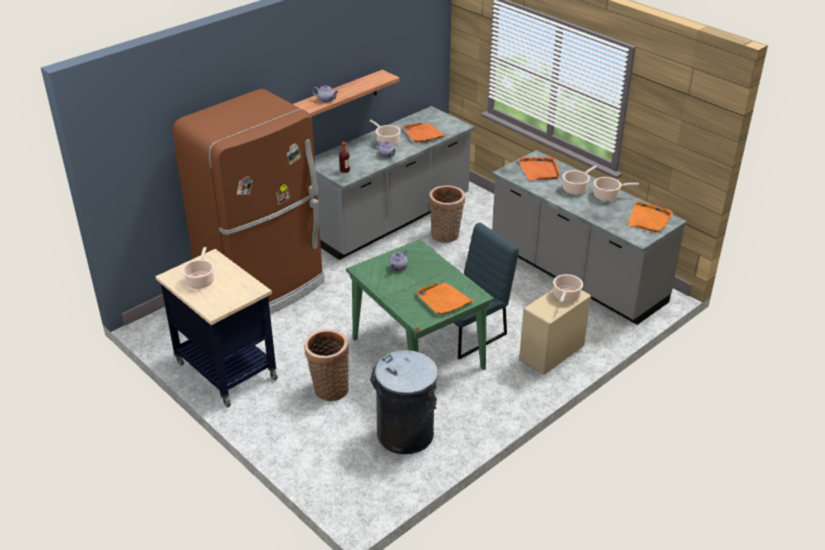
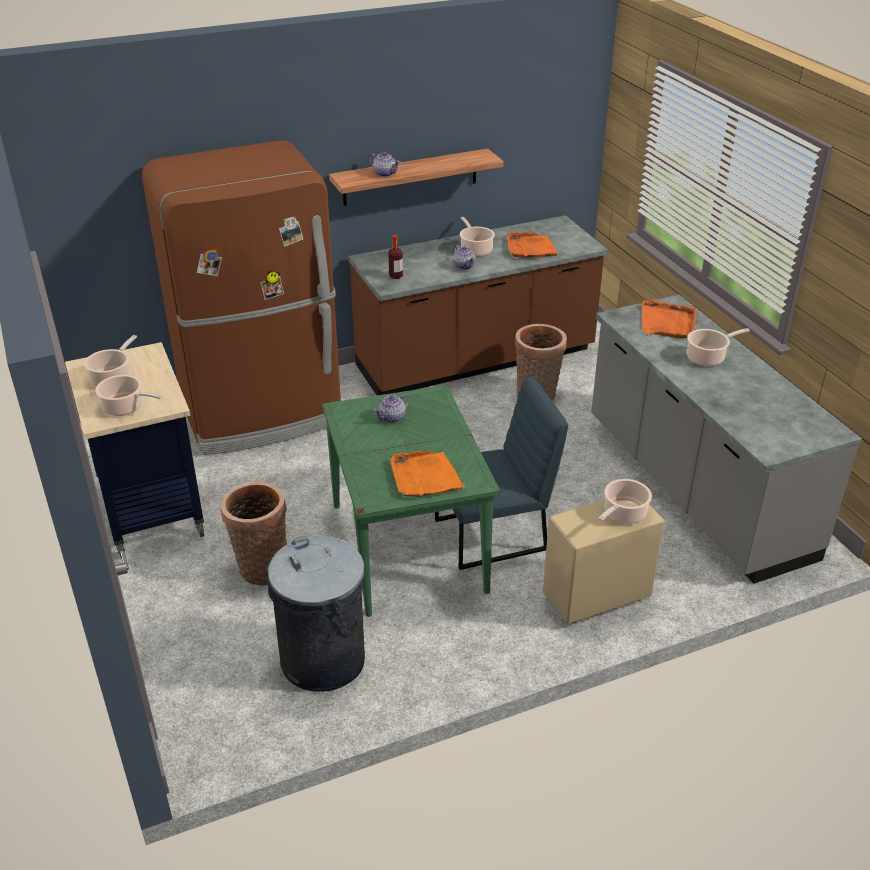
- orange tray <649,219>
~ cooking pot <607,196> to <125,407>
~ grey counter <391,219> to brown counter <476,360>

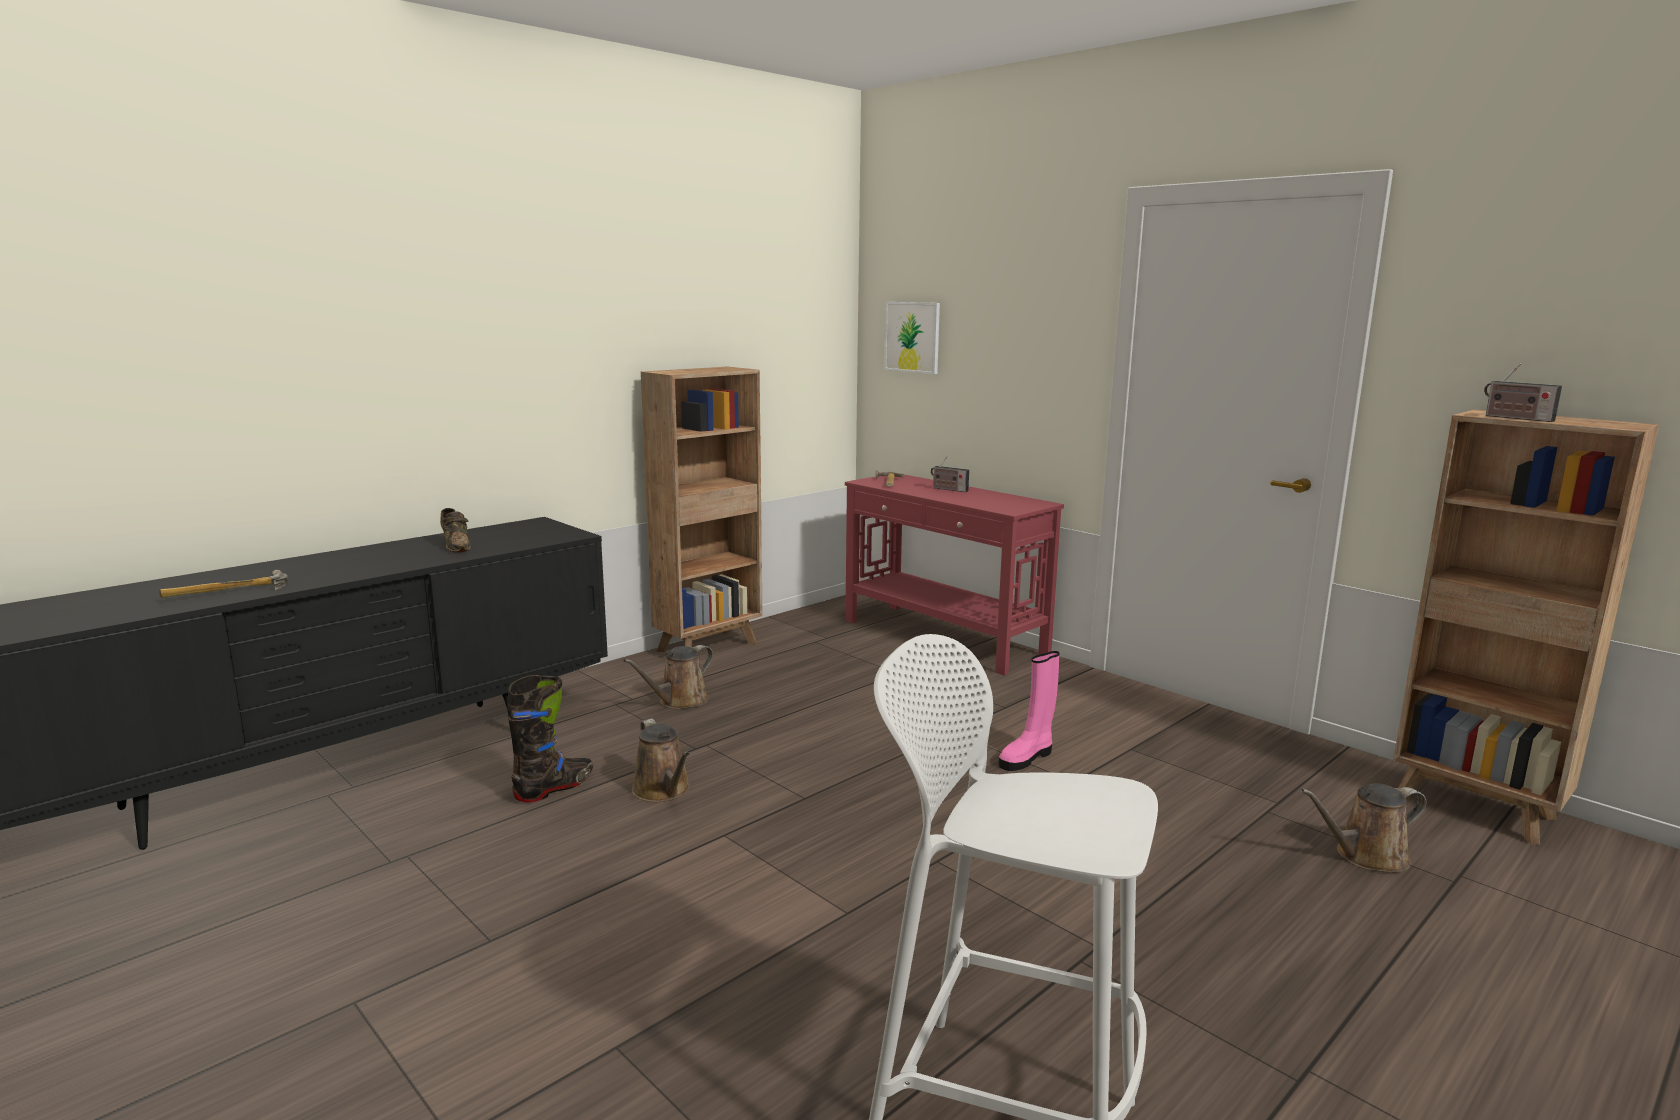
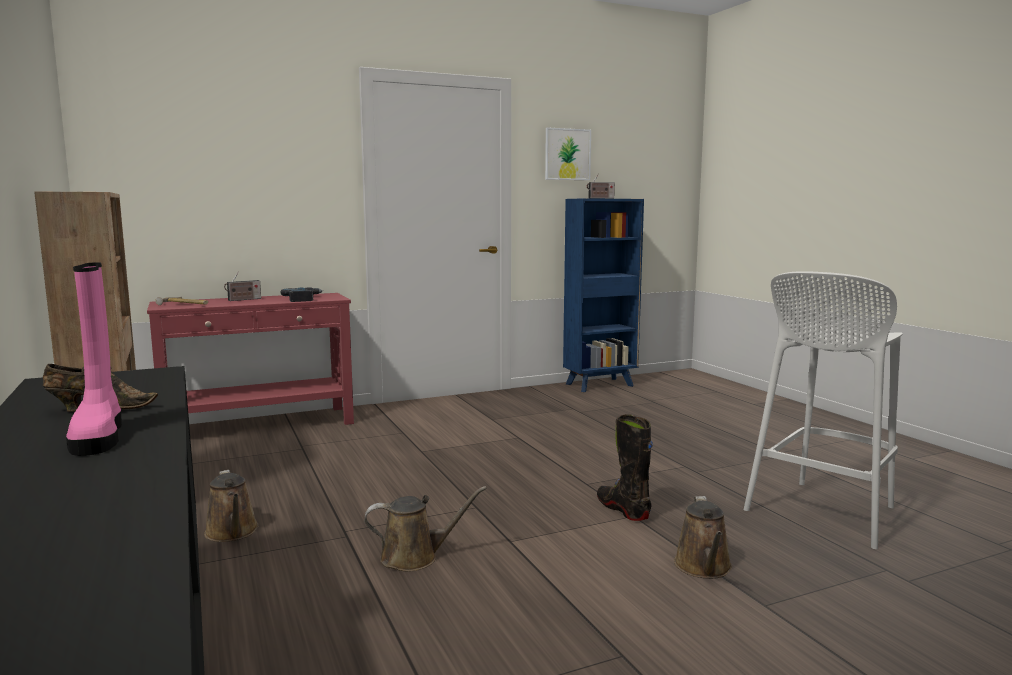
- hammer <229,593>
+ power drill <303,298>
~ black boot <554,788> to <623,509>
~ picture <912,337> to <567,154>
~ pink boot <1027,758> to <99,436>
~ brown watering can <1366,857> to <704,568>
~ brown bookcase <1476,809> to blue bookcase <600,385>

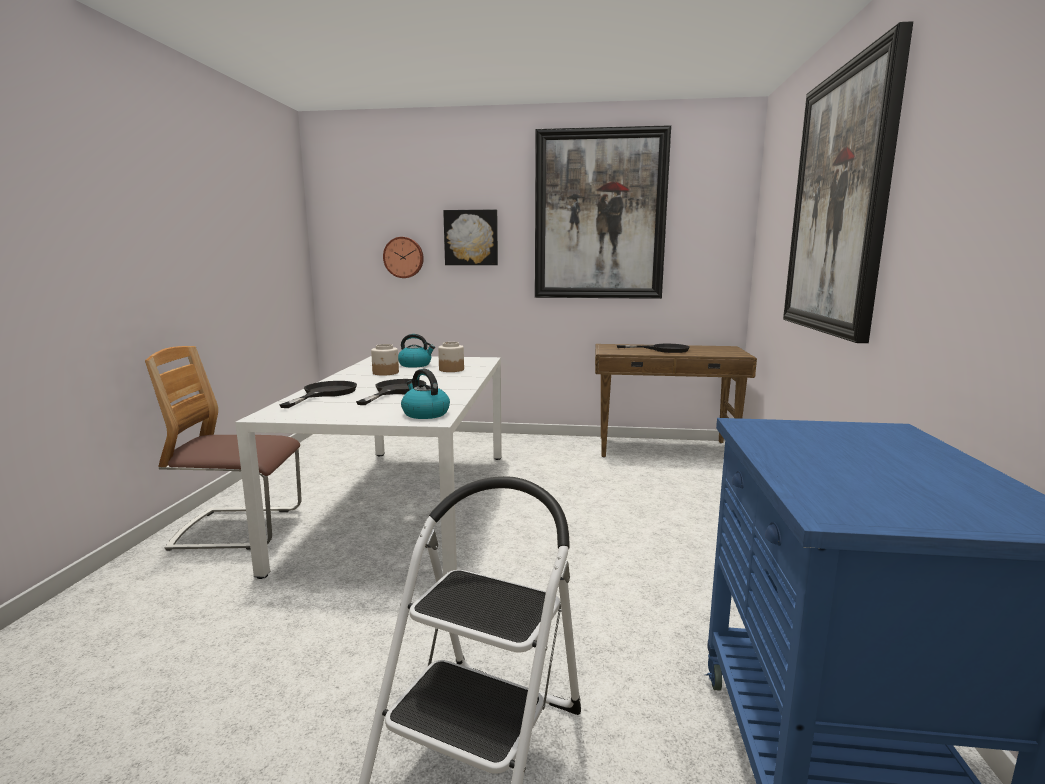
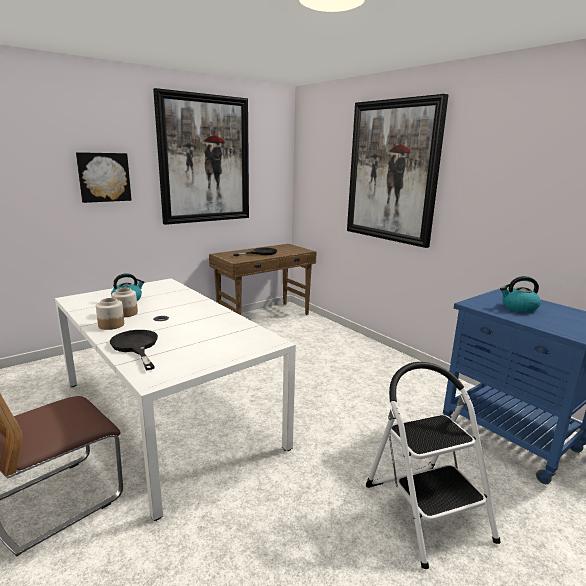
- black frying pan <395,391>
- wall clock <404,257>
~ kettle <425,413> to <518,307>
~ jar <451,369> to <111,325>

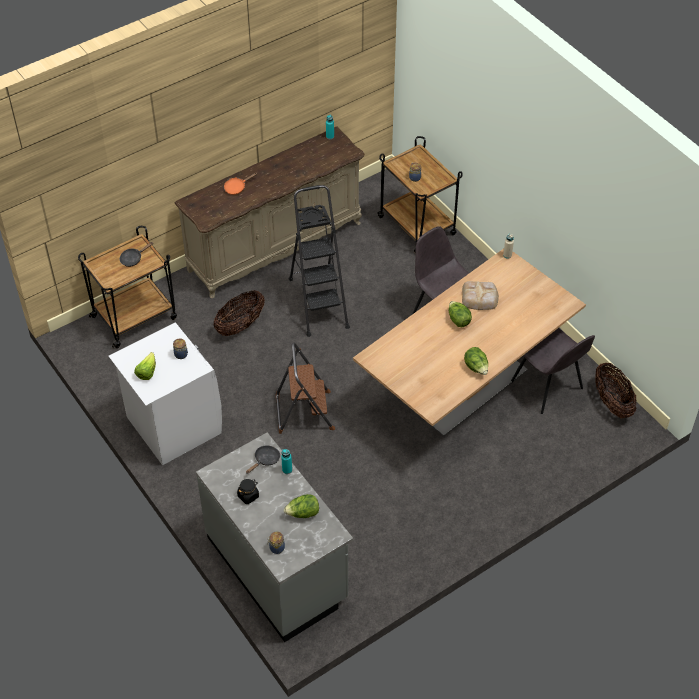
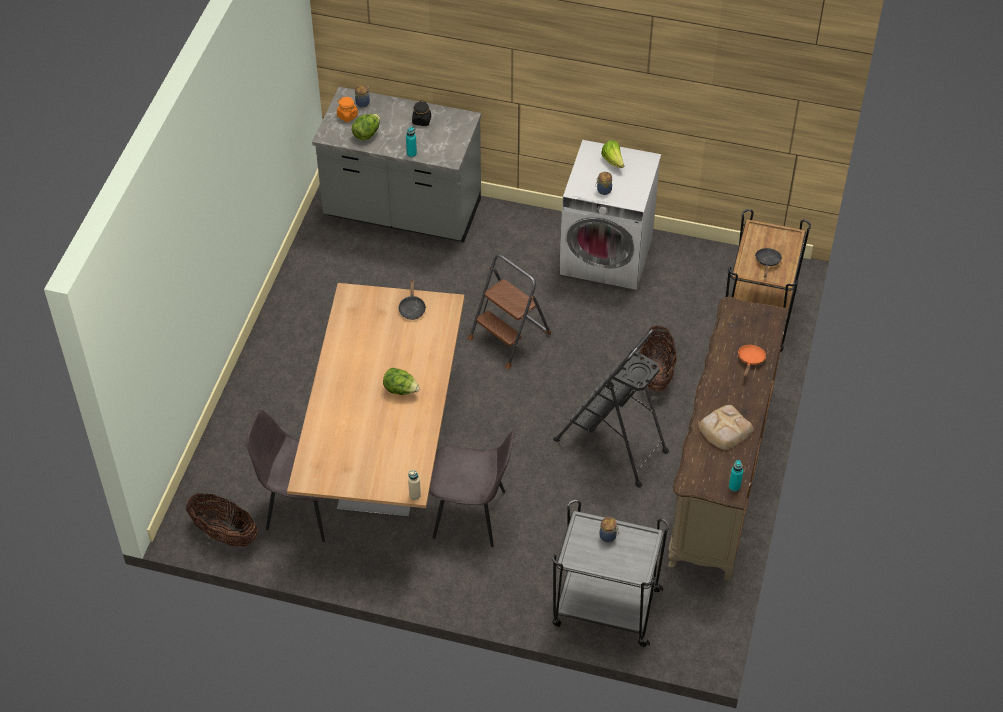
- lettuce <476,368>
+ orange jar <347,116>
~ black frying pan <265,460> to <412,308>
~ bread <480,298> to <724,429>
~ brown cart <417,226> to grey cart <605,607>

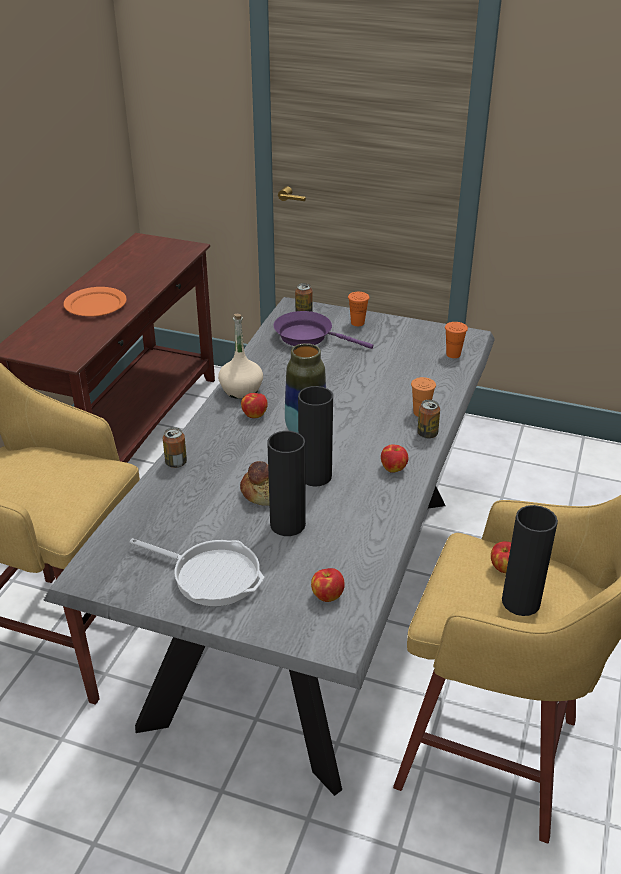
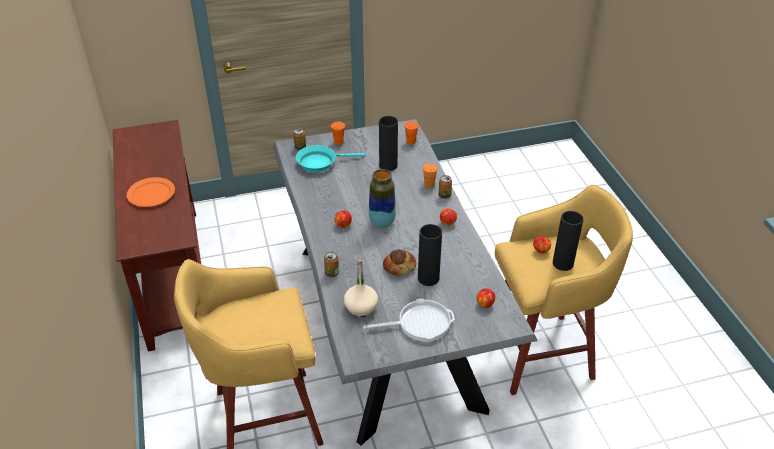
~ beige bottle <241,390> to <361,307>
~ black vase <315,476> to <388,165>
~ purple frying pan <308,337> to turquoise frying pan <320,162>

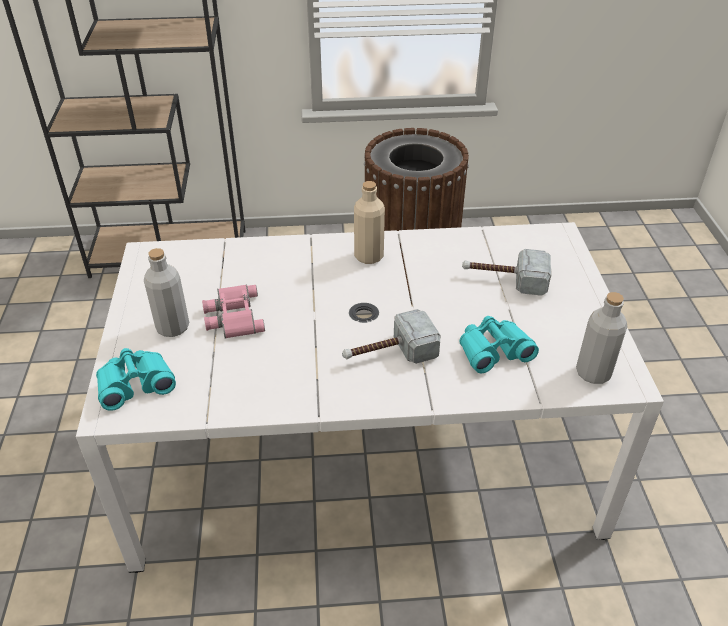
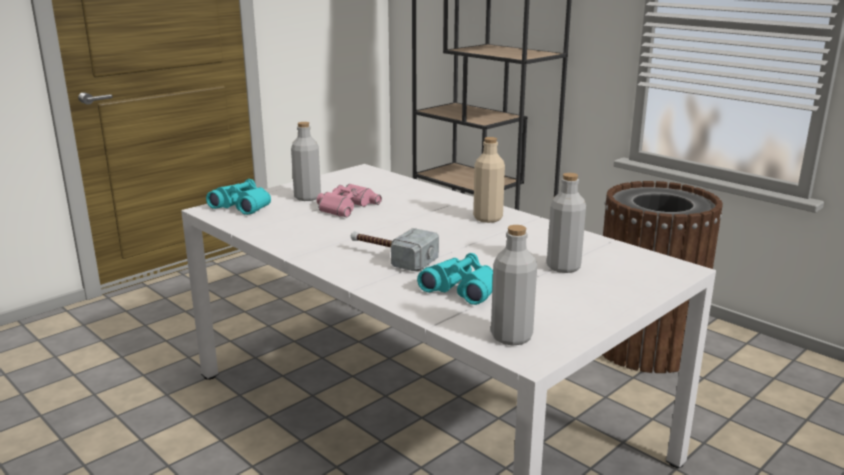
~ hammer <504,279> to grey bottle <563,267>

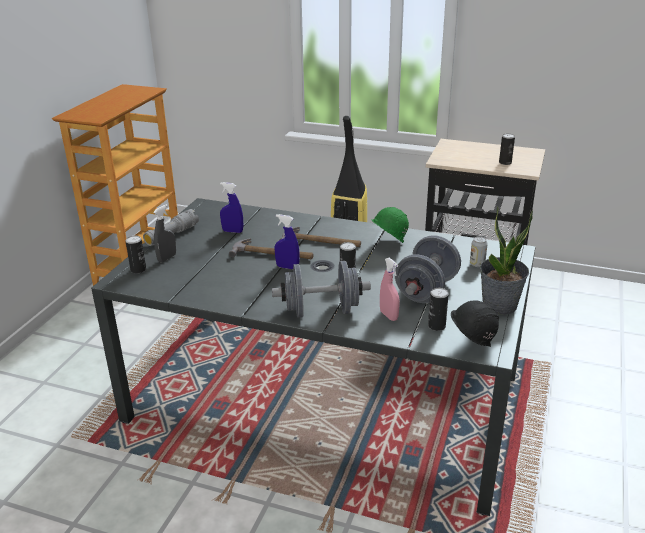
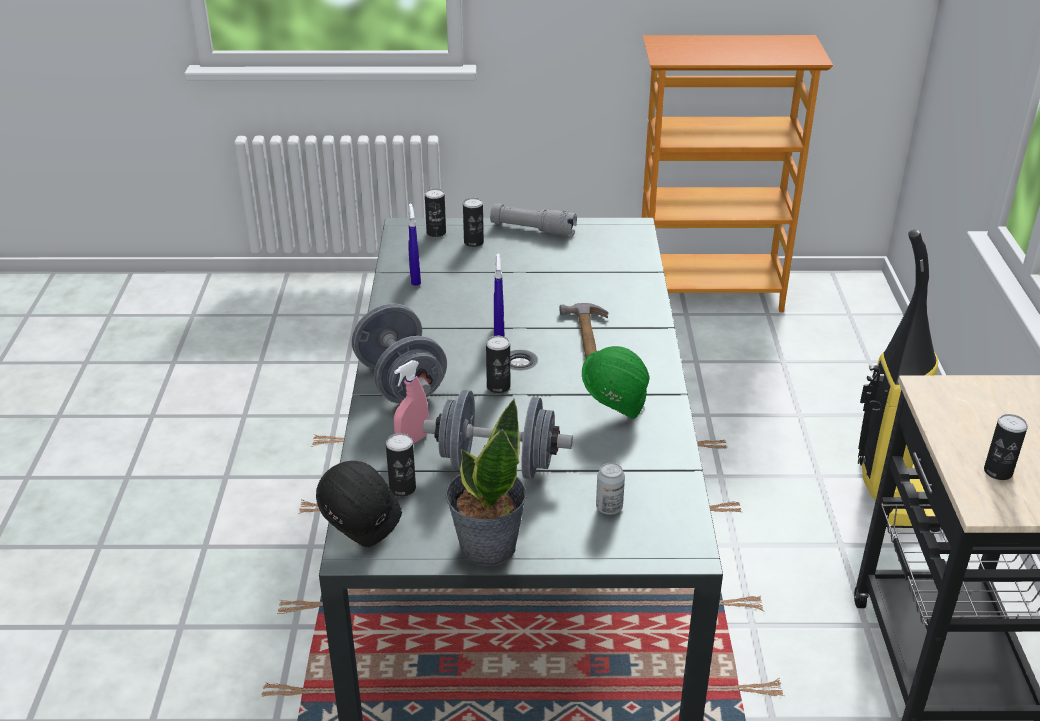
- hammer <273,254>
~ blue spray bottle <232,231> to <415,279>
~ grey spray bottle <167,258> to can <473,242>

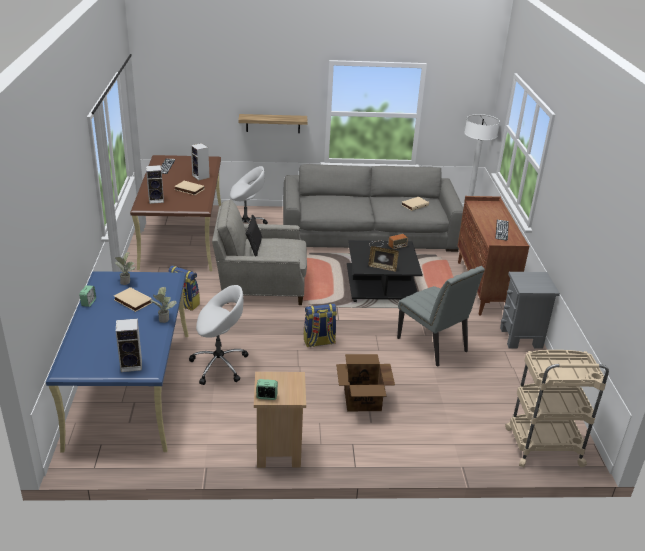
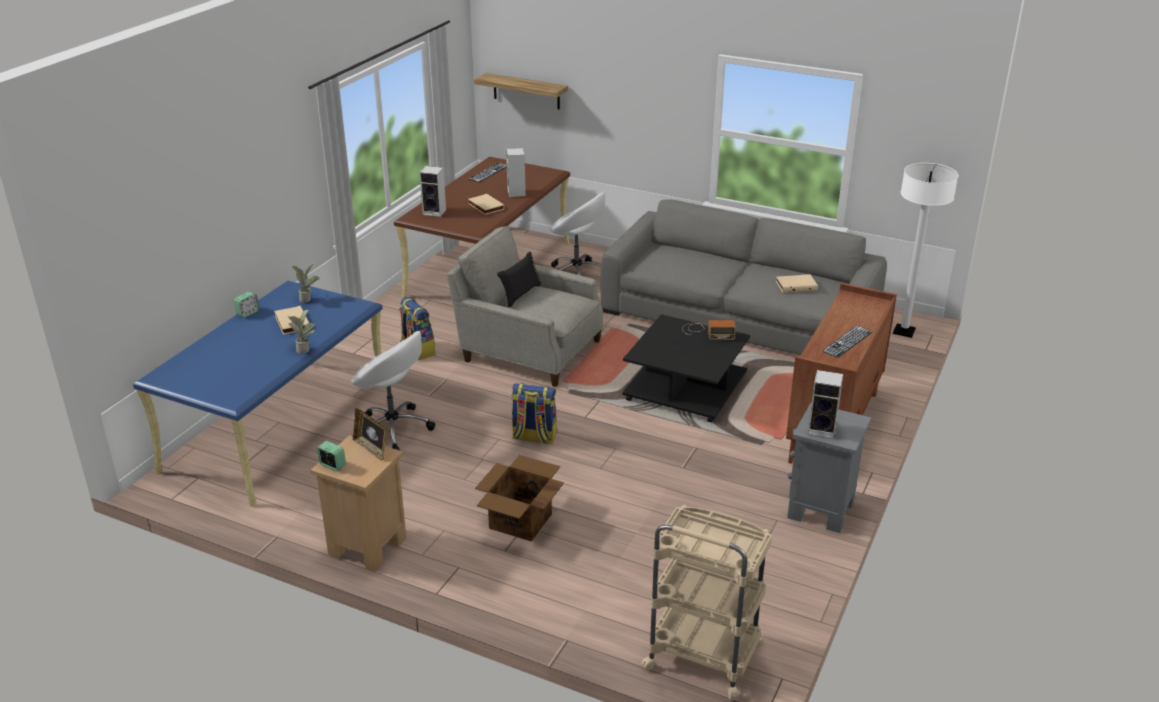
- grey chair <431,344>
~ speaker <132,365> to <823,430>
~ shelf <273,123> to <526,91>
~ picture frame <382,267> to <371,449>

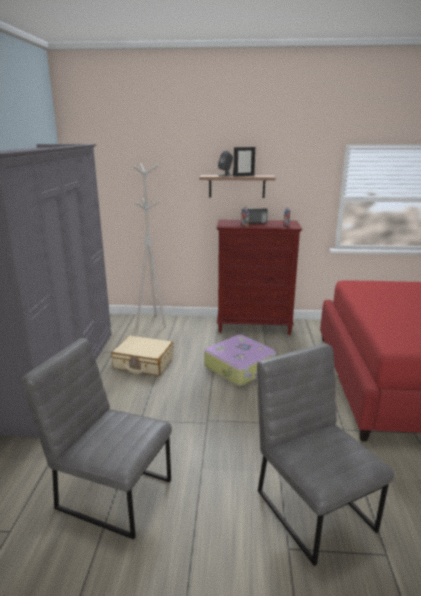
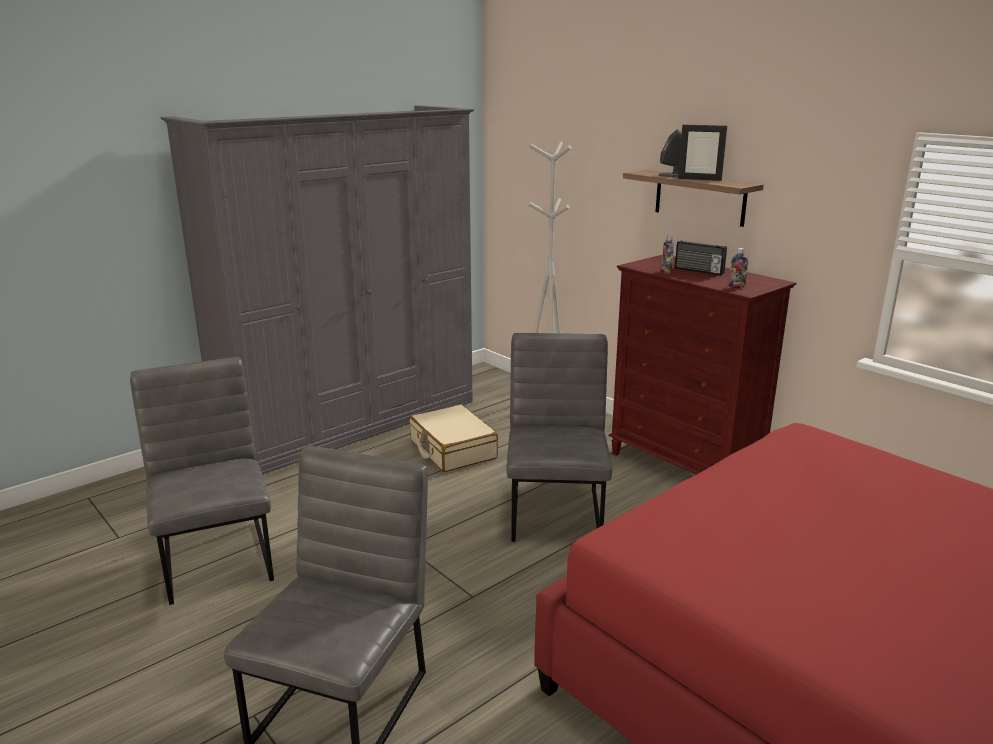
~ suitcase <240,367> to grey chair <556,511>

